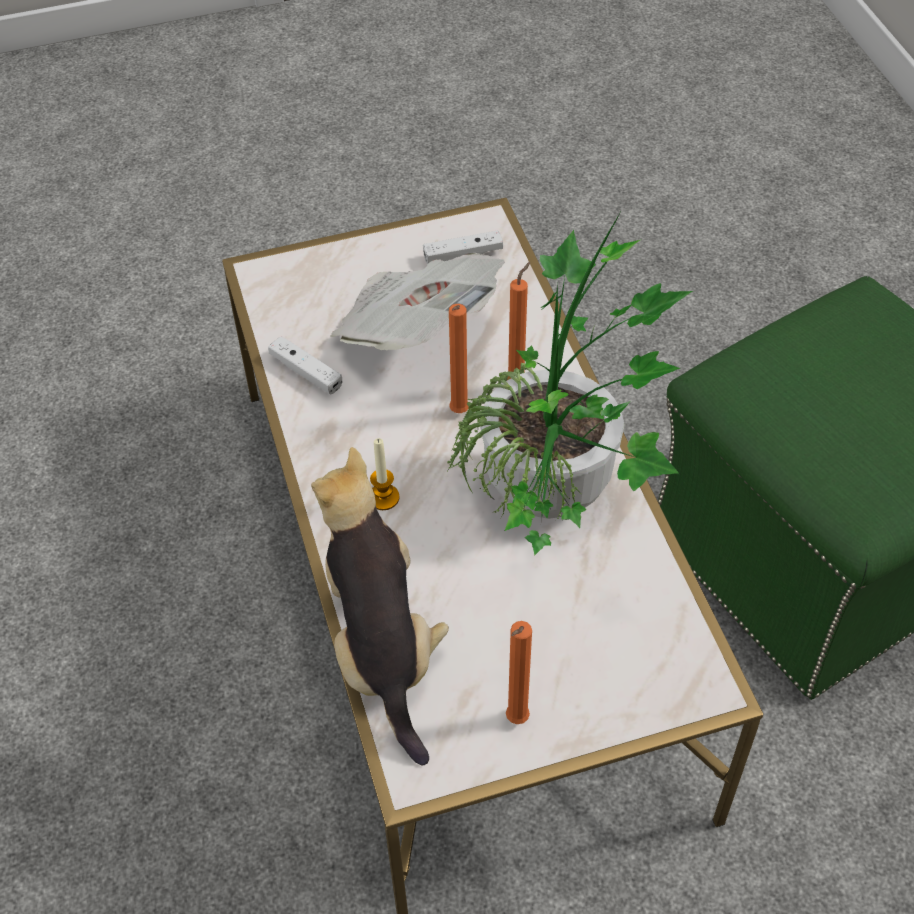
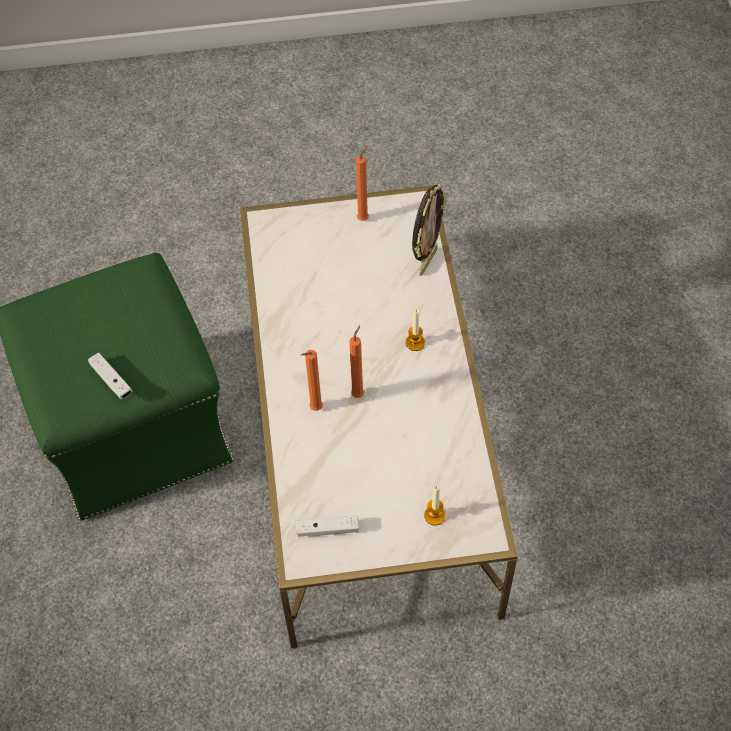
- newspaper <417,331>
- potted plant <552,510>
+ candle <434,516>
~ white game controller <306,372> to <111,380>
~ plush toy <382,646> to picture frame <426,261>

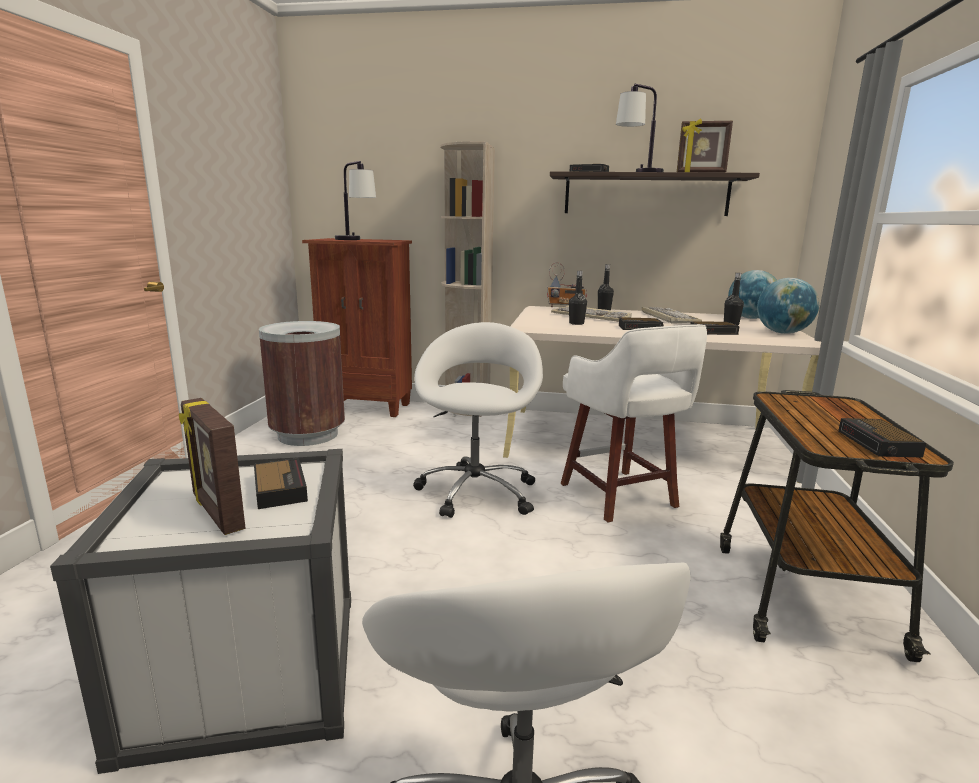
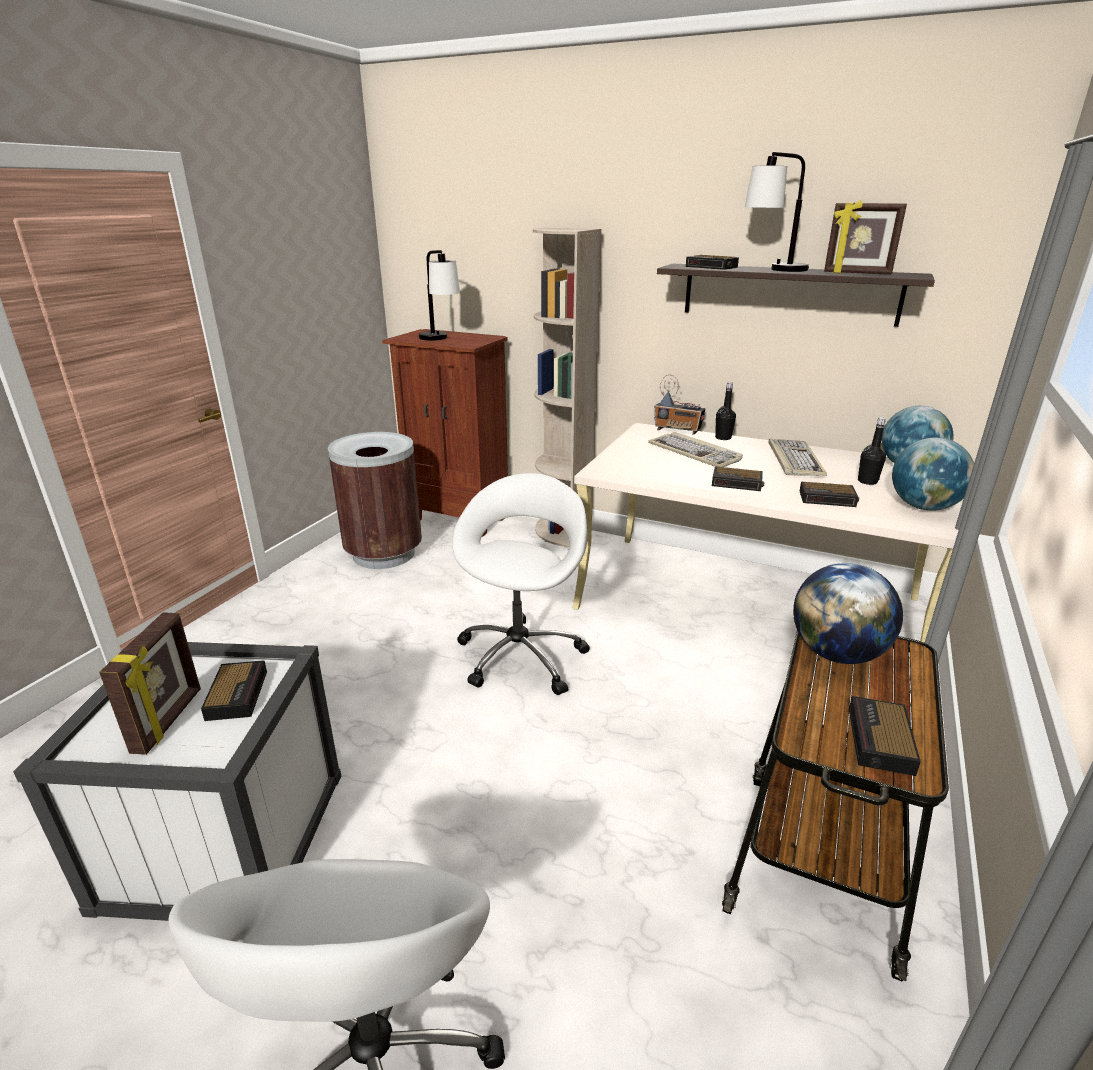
- white stool <620,498>
- black bottle <576,323>
+ globe <837,653>
~ picture frame <216,513> = <169,720> 150 degrees counterclockwise

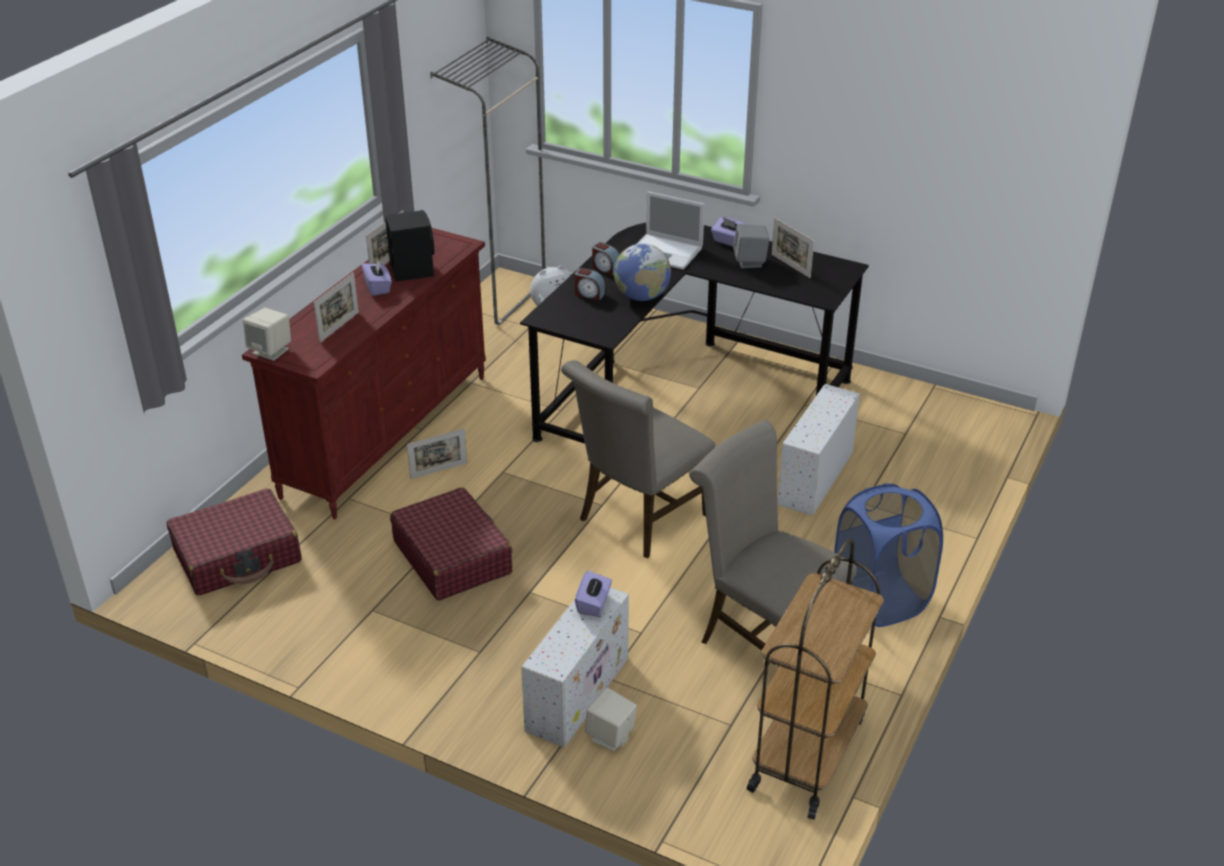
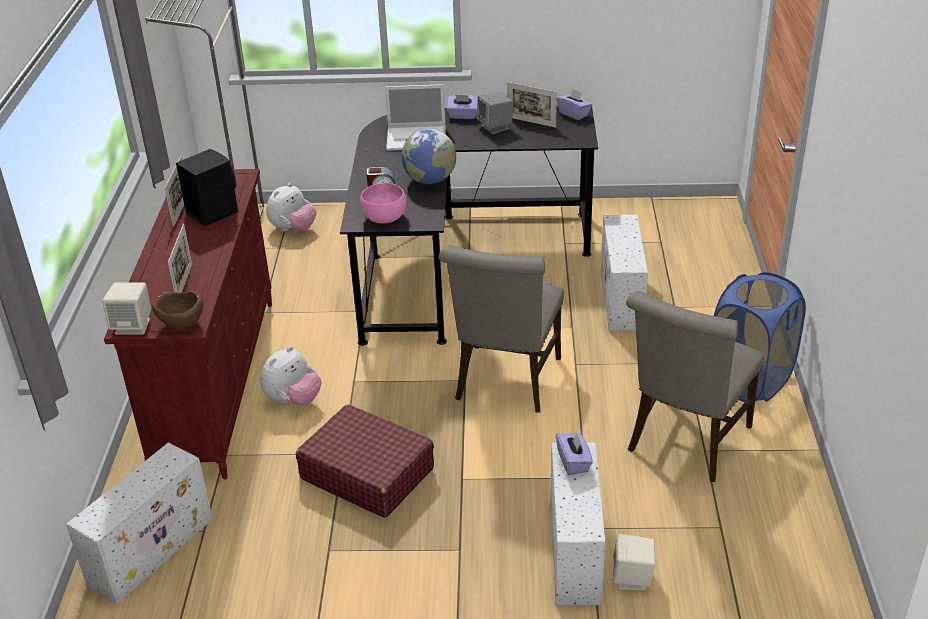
- alarm clock <605,269>
- brown cart <809,753>
+ brown bowl <182,326>
+ pink bowl <385,217>
~ purple tissue box <378,287> to <574,114>
~ red suitcase <238,556> to white storage box <153,549>
~ picture frame <439,470> to plush toy <293,400>
~ beige chair <763,636> = <686,442> 75 degrees counterclockwise

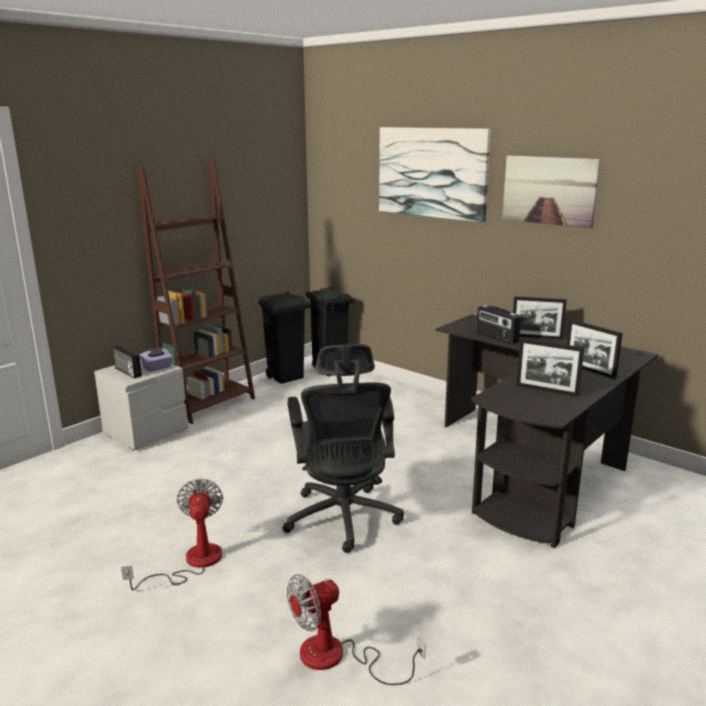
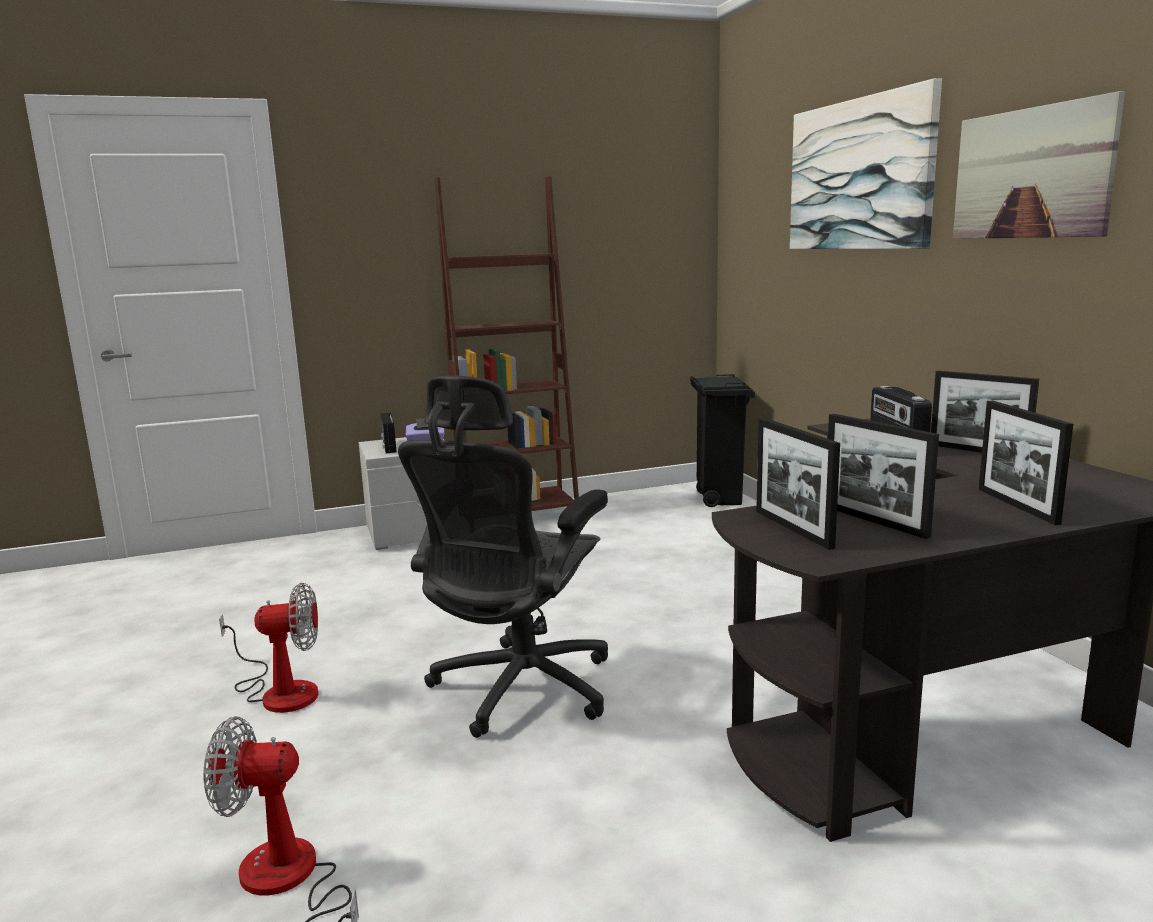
- black trash can <286,377>
+ picture frame <793,529>
~ fan <192,563> = <280,691> 60 degrees clockwise

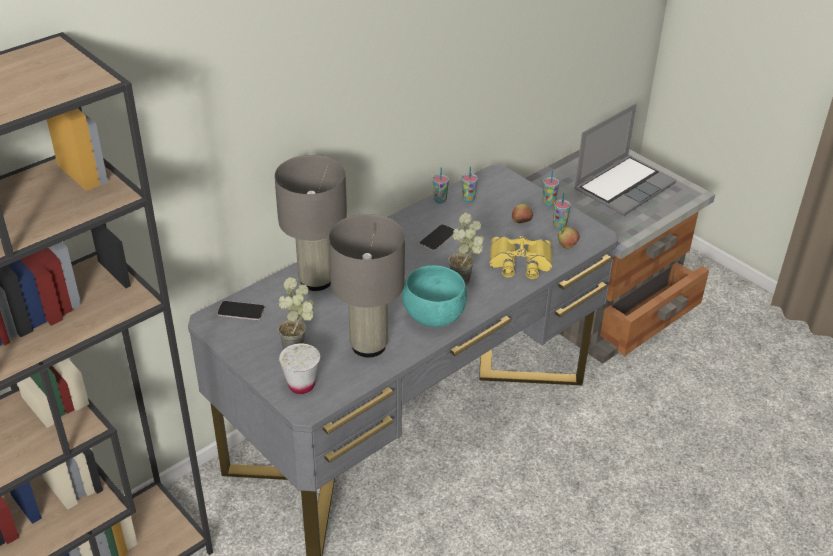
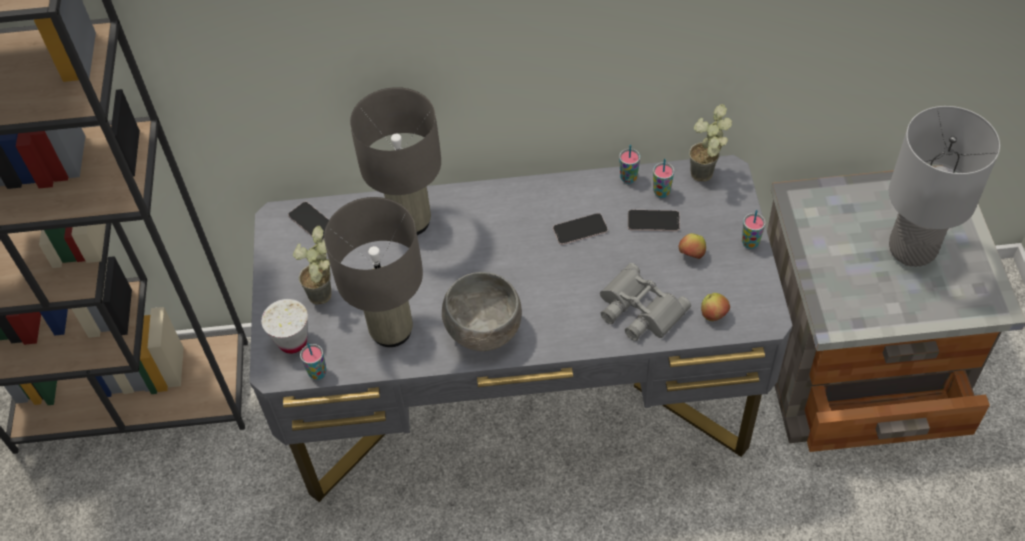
+ phone <653,221>
~ potted plant <466,282> to <706,178>
~ cup <559,226> to <317,373>
~ laptop <623,186> to grey table lamp <911,251>
~ turquoise bowl <433,318> to grey bowl <483,332>
~ yellow binoculars <520,263> to grey binoculars <638,310>

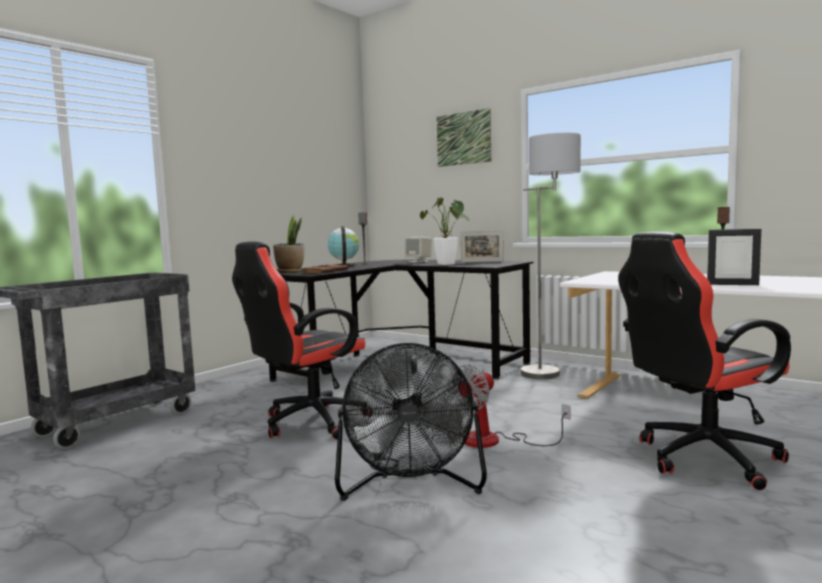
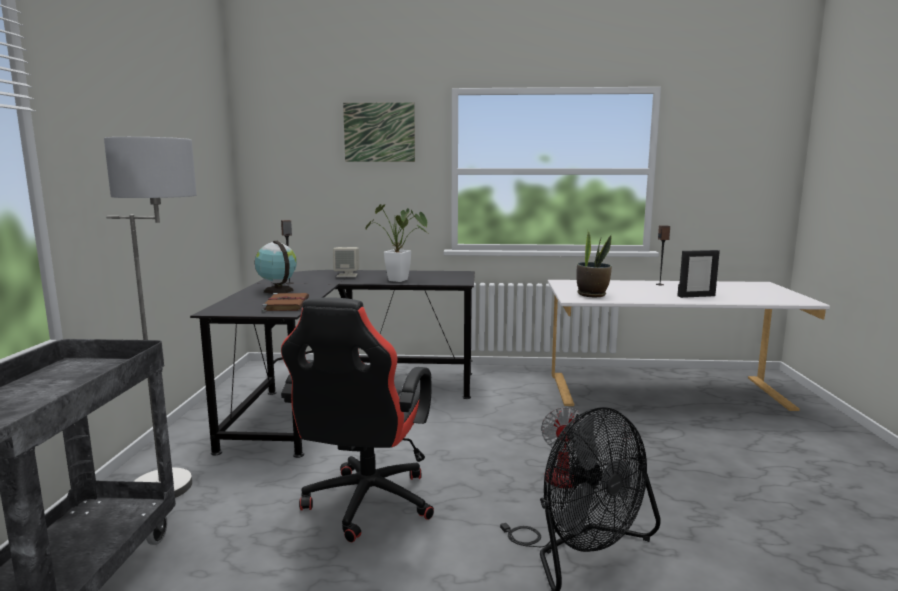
- picture frame <482,261>
- black office chair <699,460>
~ potted plant <290,271> to <592,295>
~ grey floor lamp <550,376> to <177,490>

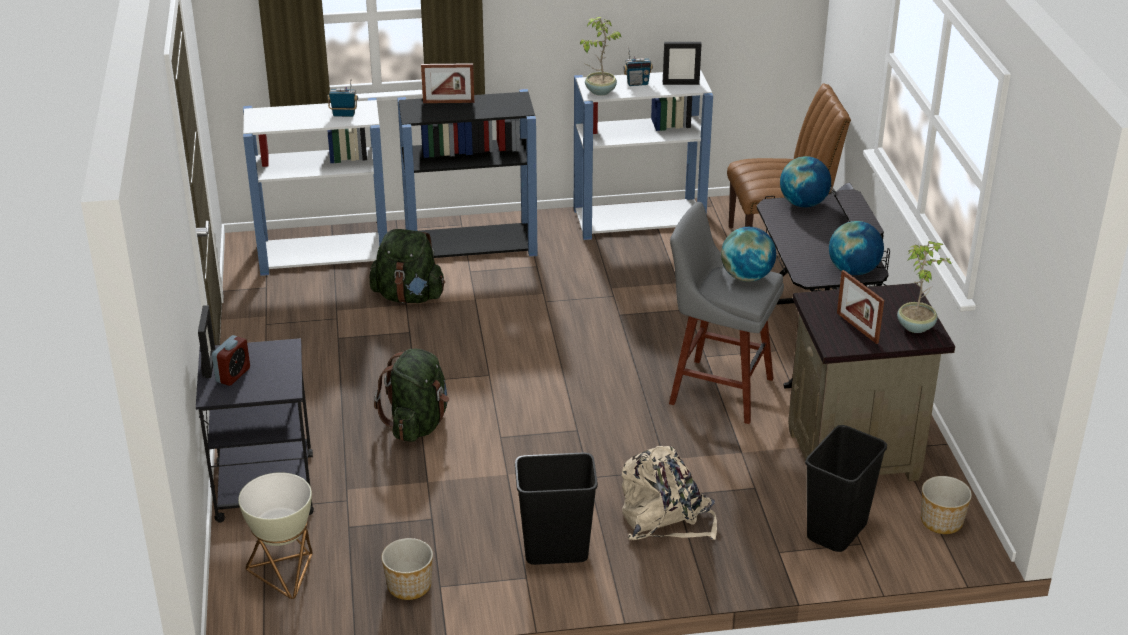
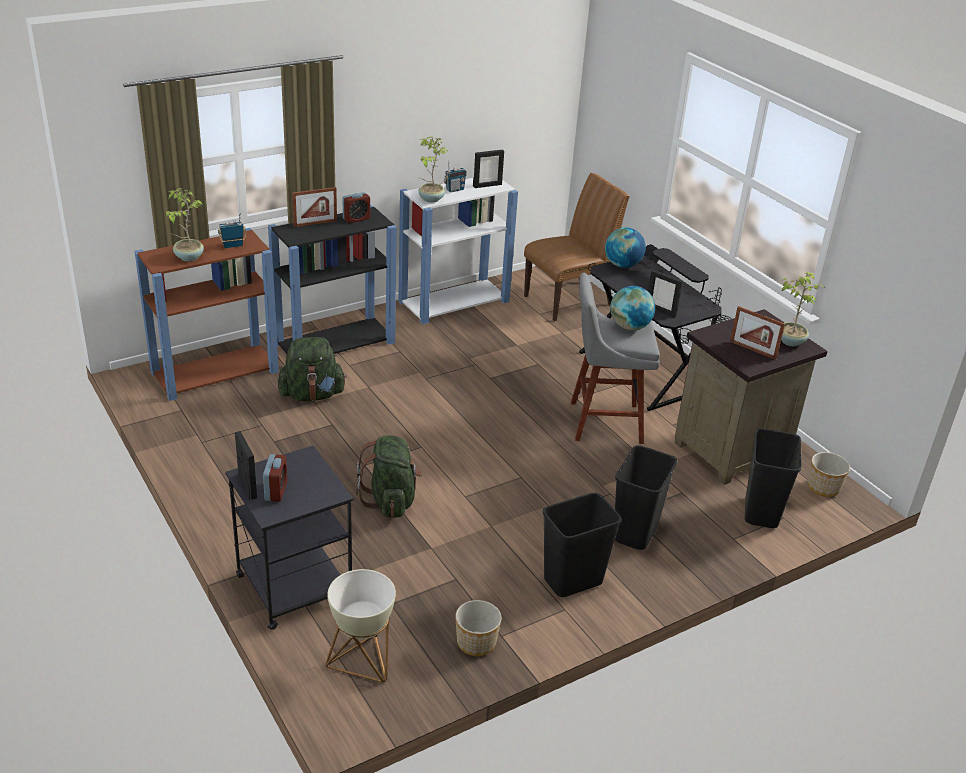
- globe <853,271>
+ potted plant <188,257>
+ alarm clock <356,219>
+ picture frame <661,310>
~ beige backpack <665,519> to black trash can <636,533>
~ white bookcase <325,254> to brown bookcase <216,372>

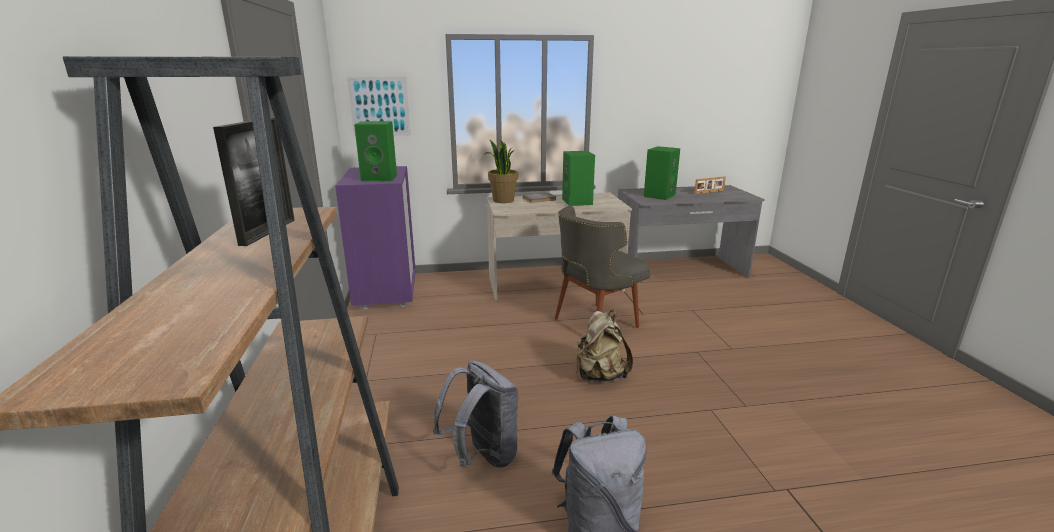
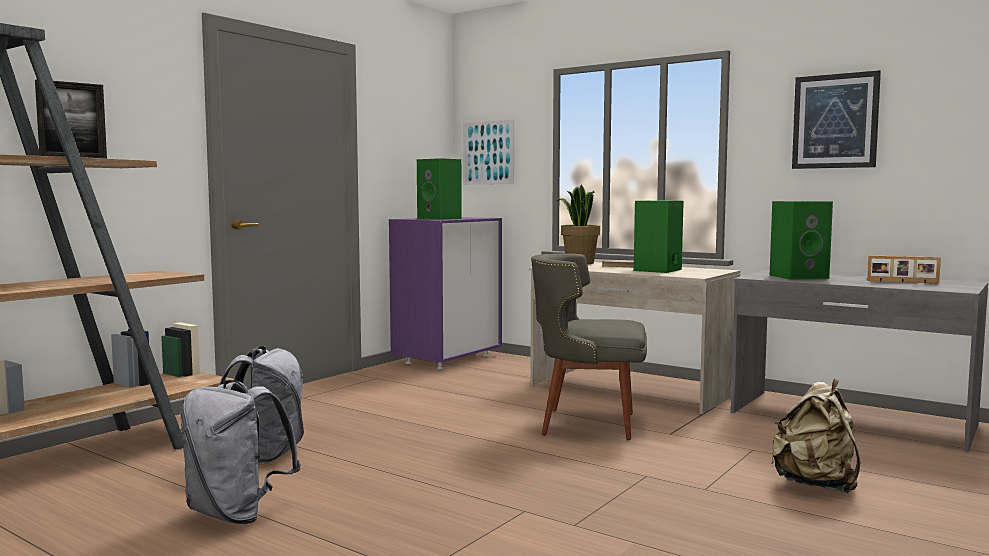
+ picture <835,121>
~ beige backpack <600,376> to <816,485>

